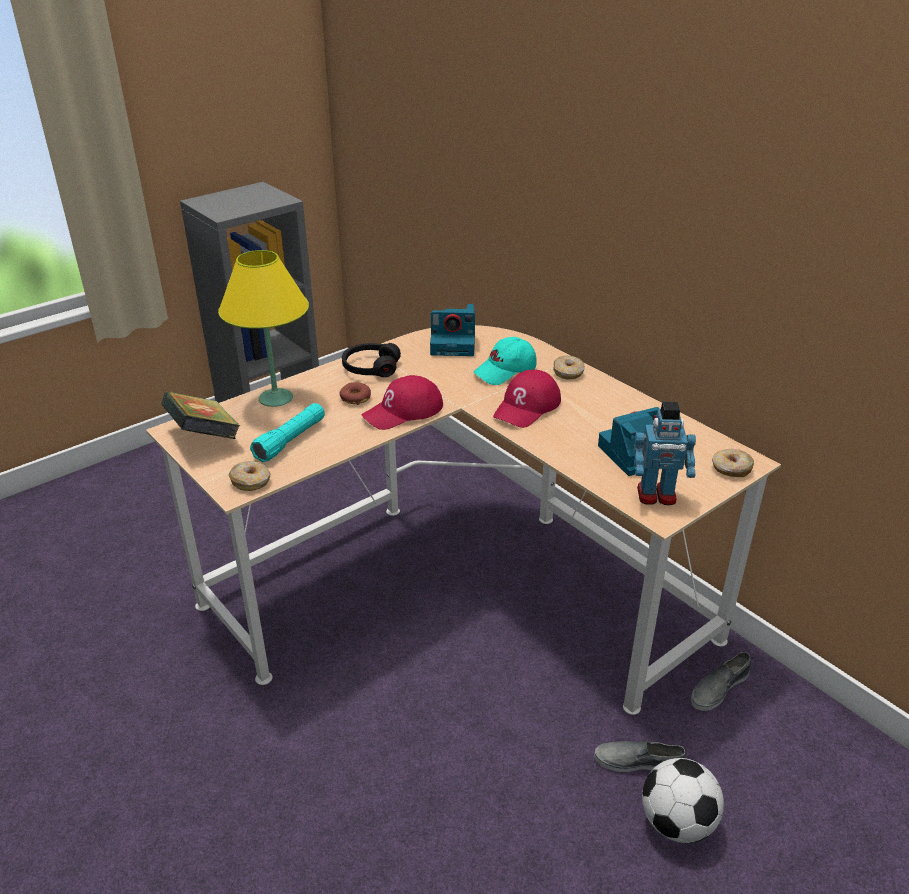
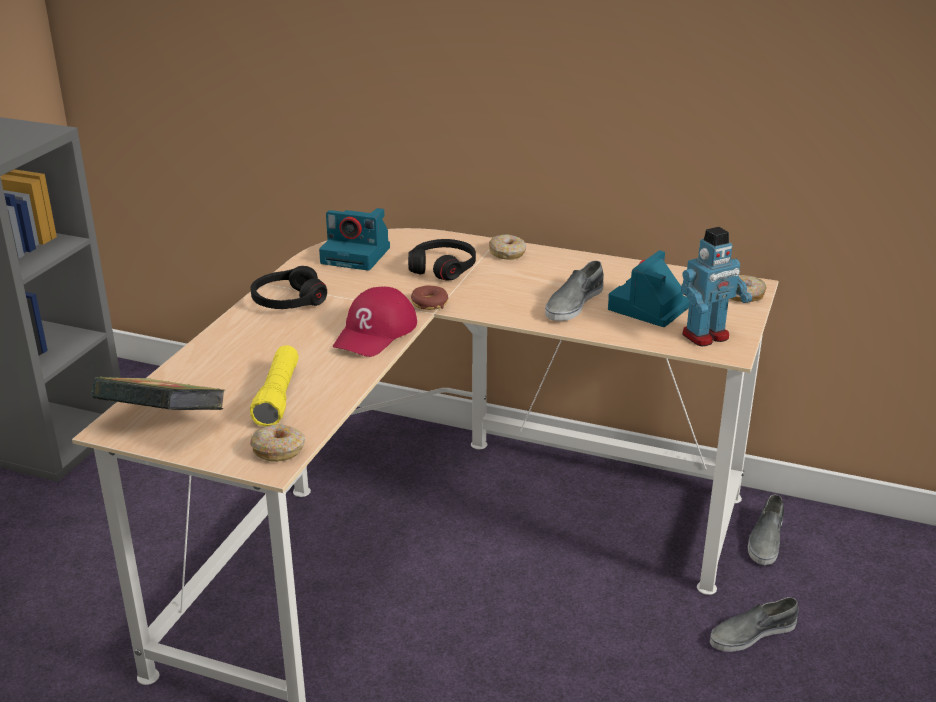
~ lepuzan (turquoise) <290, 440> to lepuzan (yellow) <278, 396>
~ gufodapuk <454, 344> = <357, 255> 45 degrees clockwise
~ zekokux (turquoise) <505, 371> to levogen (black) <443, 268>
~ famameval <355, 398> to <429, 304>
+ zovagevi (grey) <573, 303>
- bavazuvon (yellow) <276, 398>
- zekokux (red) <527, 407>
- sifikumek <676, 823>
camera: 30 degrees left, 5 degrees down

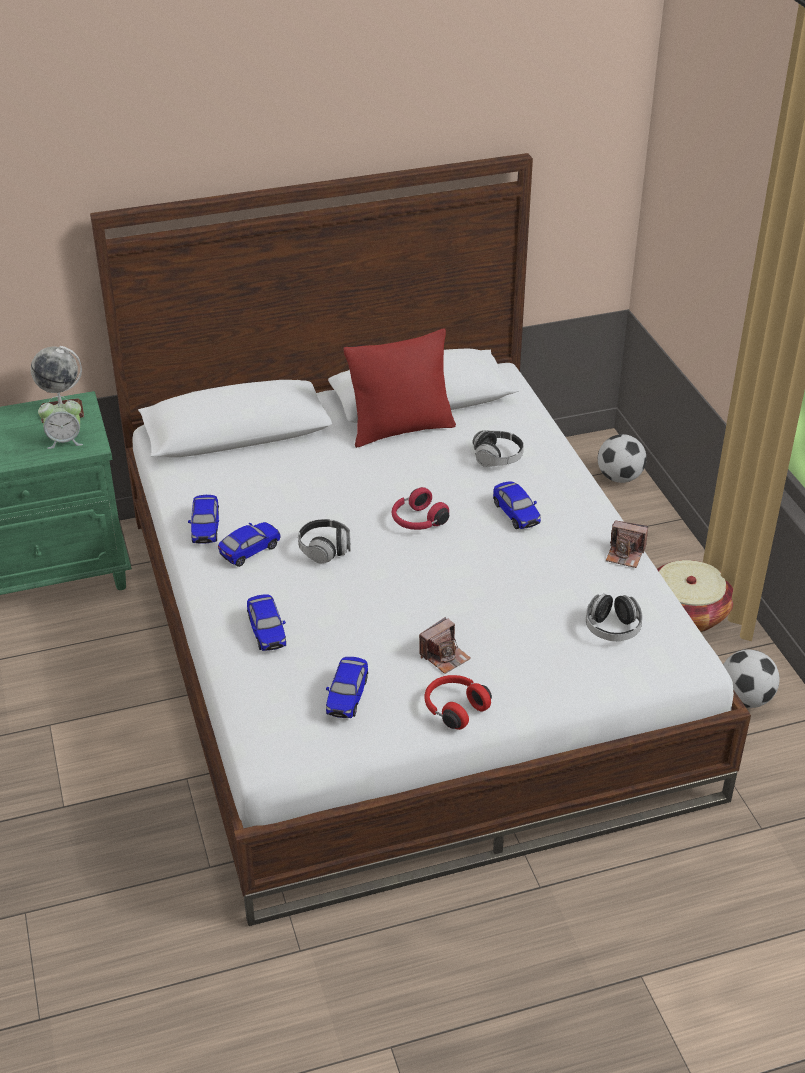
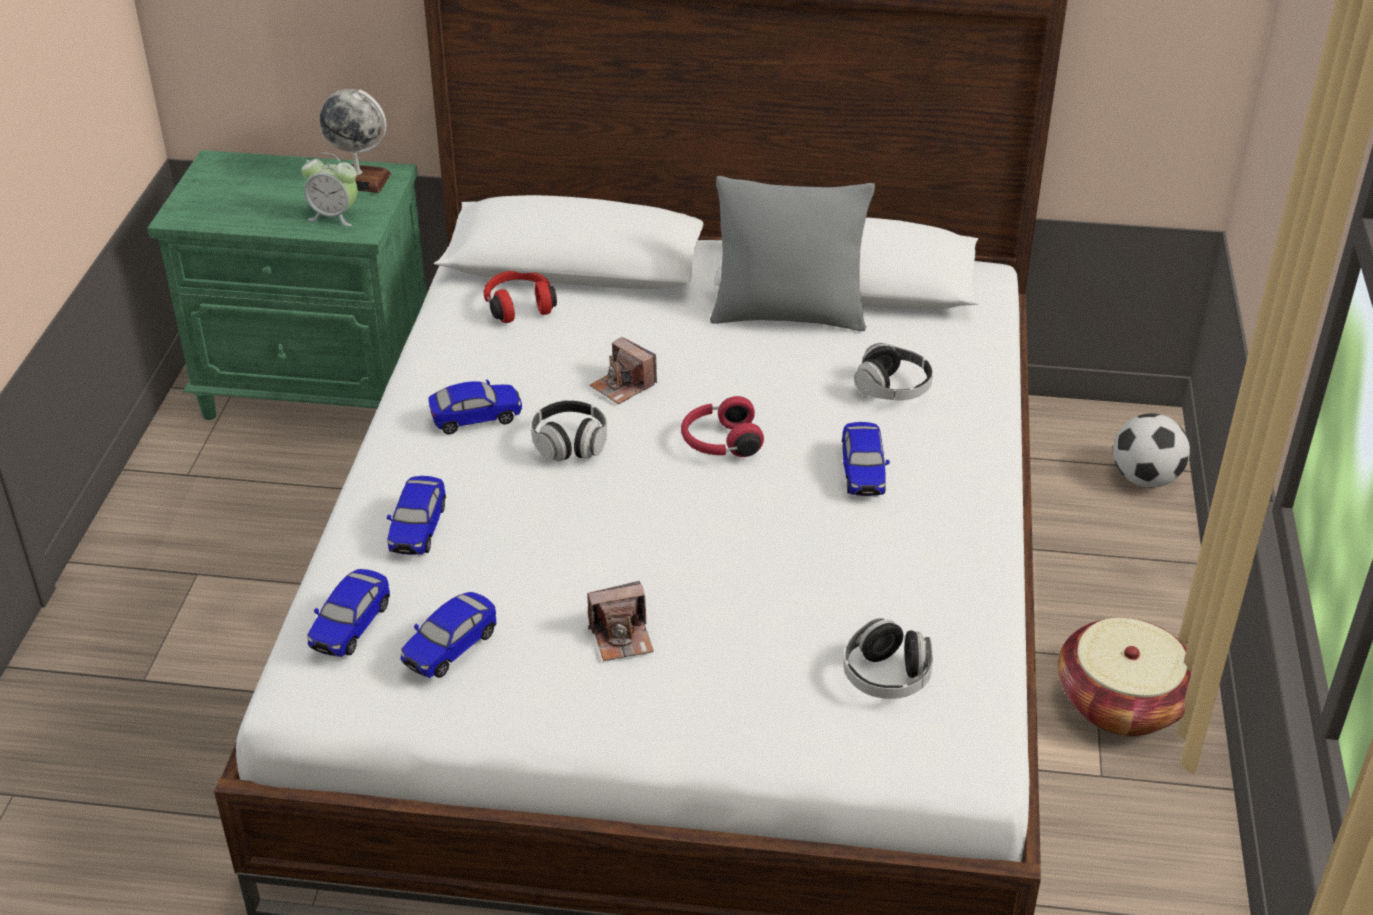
~ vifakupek <205, 528> to <350, 627>
~ levogen (red) <454, 708> to <519, 306>
~ gufodapuk <625, 554> to <623, 386>
~ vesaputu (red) <401, 429> to vesaputu (grey) <788, 315>
- sifikumek <745, 699>
camera: 25 degrees right, 0 degrees up

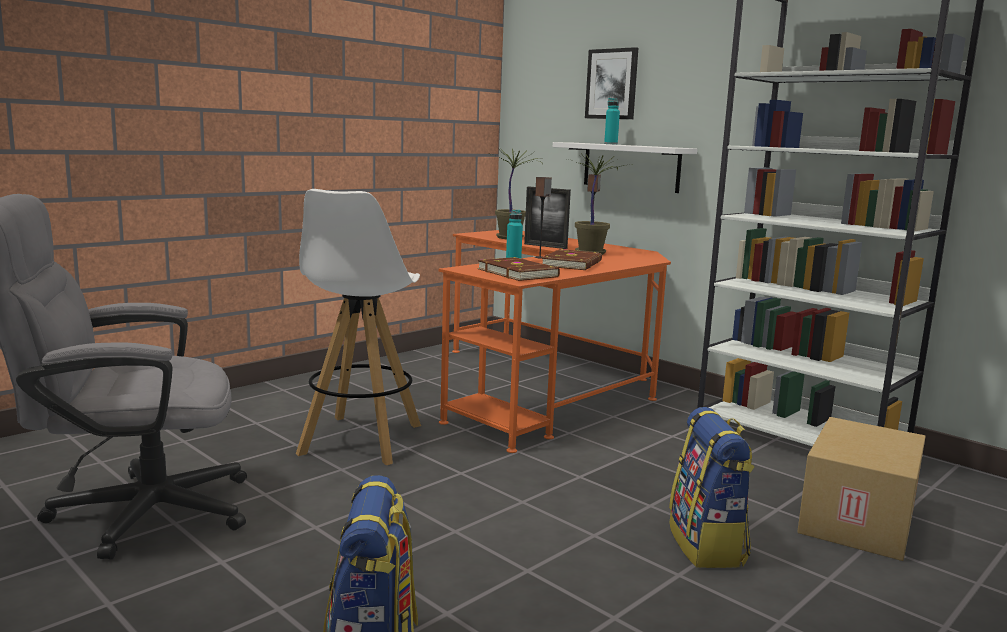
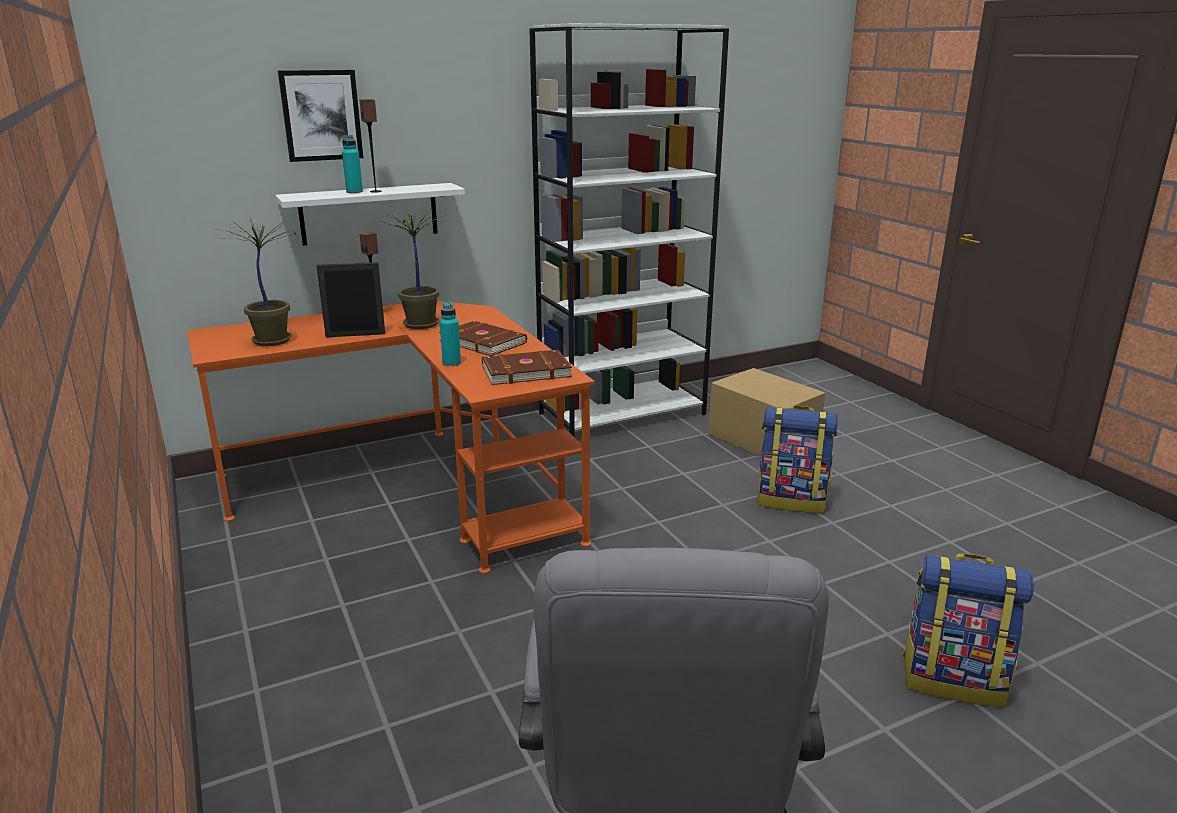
~ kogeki <545, 246> = <355, 335> 150 degrees counterclockwise
~ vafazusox <540, 257> to <376, 191>
- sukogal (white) <360, 440>
camera: 70 degrees left, 10 degrees up

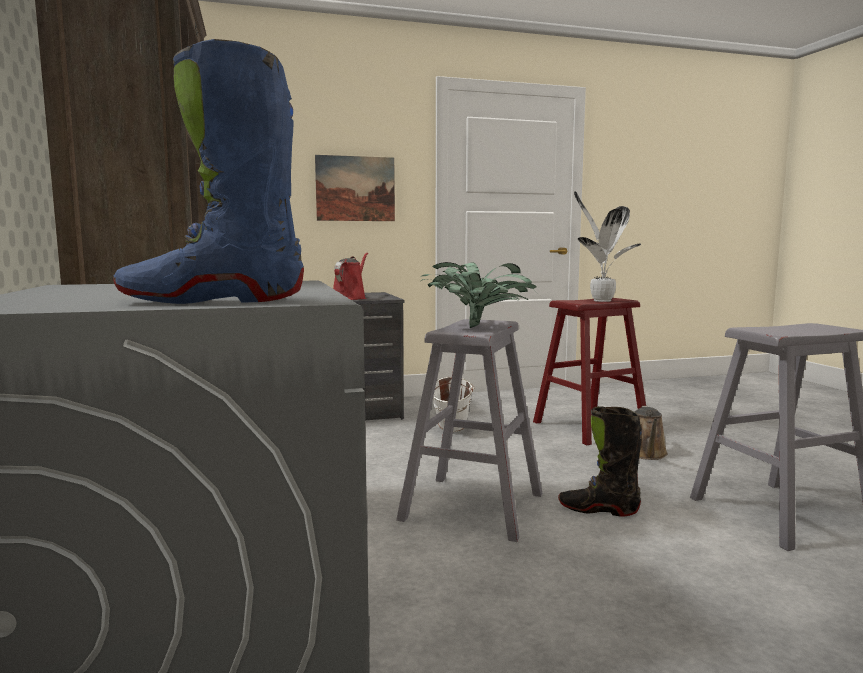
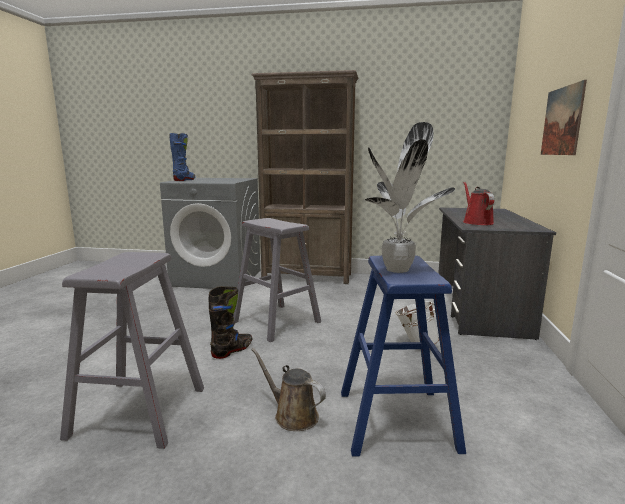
~ sukogal (red) <590, 427> to sukogal (blue) <396, 420>
~ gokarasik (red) <350, 298> = <476, 222> 135 degrees counterclockwise
- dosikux <478, 328>
camera: 115 degrees right, 5 degrees up

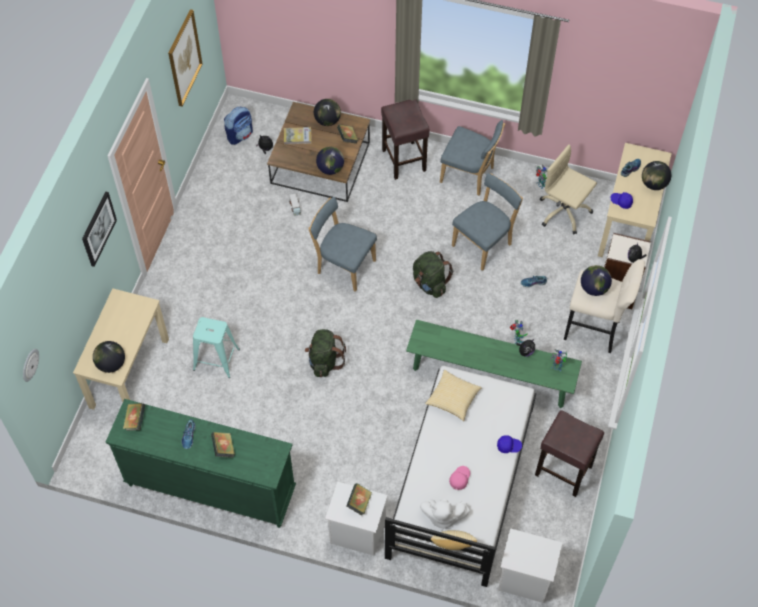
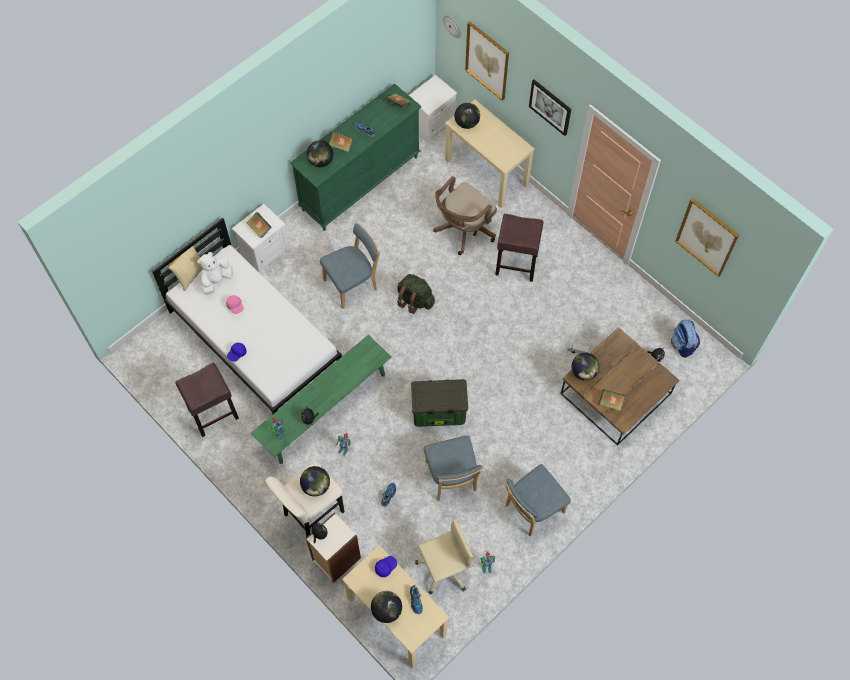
~ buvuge <327, 121> to <321, 161>
~ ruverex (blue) <344, 266> to <353, 284>
~ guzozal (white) <523, 579> to <431, 125>
~ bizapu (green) <430, 283> to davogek <438, 413>
~ sukogal (turquoise) <216, 359> to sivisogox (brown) <463, 230>
+ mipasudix <487, 60>
~ sukogal (brown) <404, 161> to <515, 265>
- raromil <297, 136>
- vesaputu <453, 399>
camera: 120 degrees right, 5 degrees up

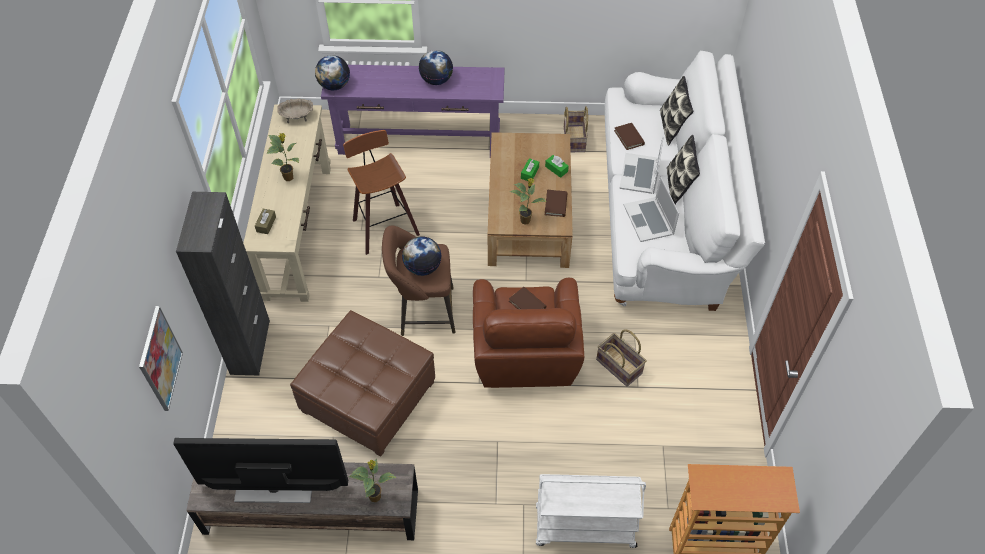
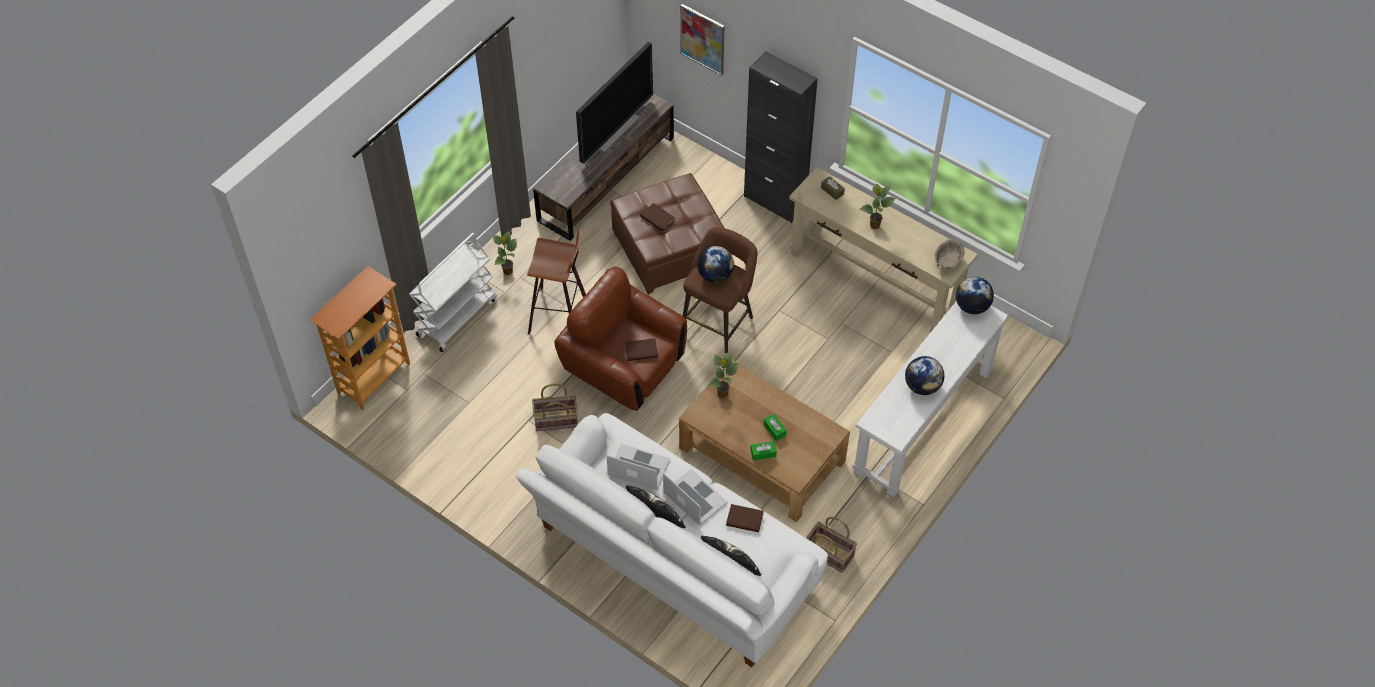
~ dosikux <375, 496> to <508, 272>
~ sukogal <383, 226> to <560, 313>
~ raromil (brown) <556, 204> to <657, 218>
~ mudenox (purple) <419, 141> to mudenox (white) <923, 421>
camera: 125 degrees right, 0 degrees up

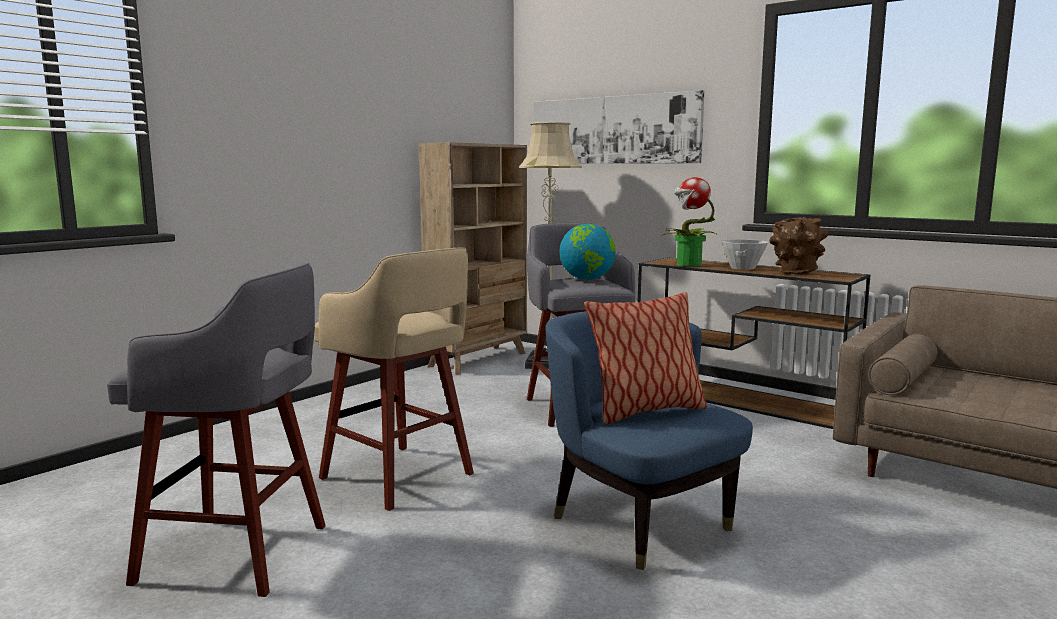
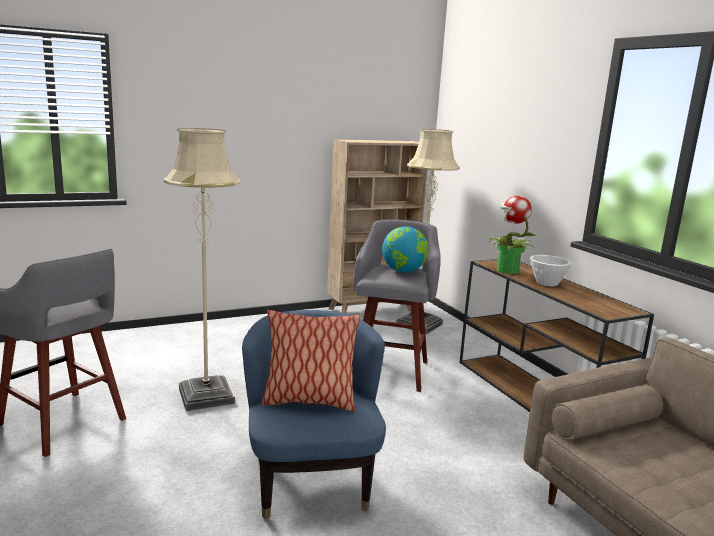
~ sukogal (beige) <400, 477> to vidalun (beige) <206, 396>
- mipasudix <612, 130>
- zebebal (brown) <795, 273>
camera: 25 degrees right, 5 degrees up

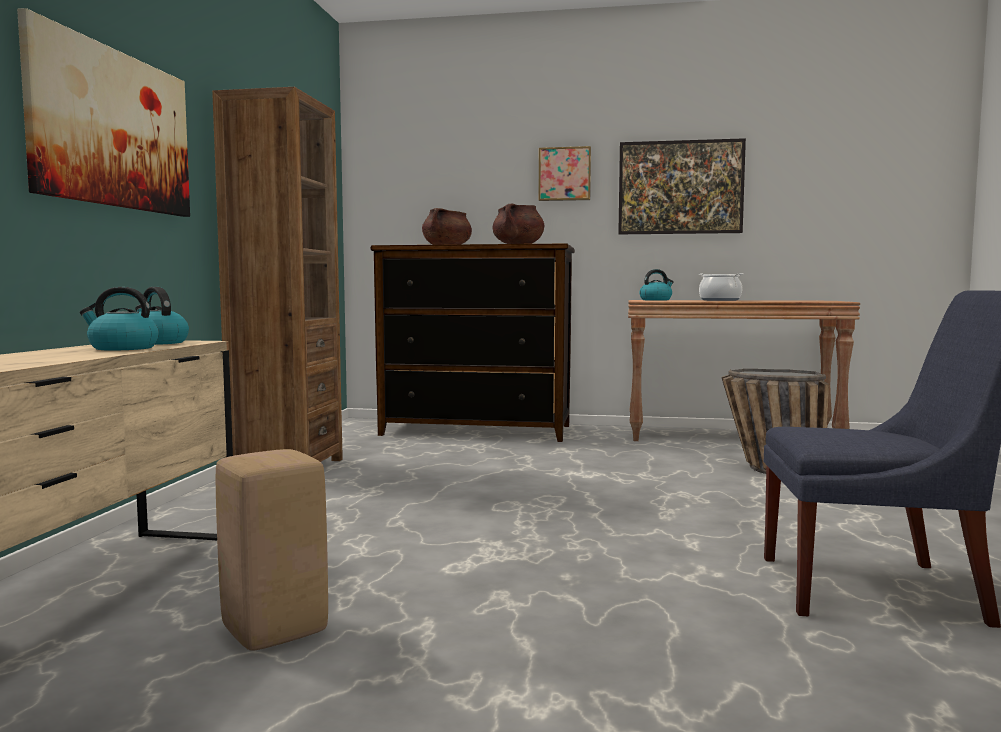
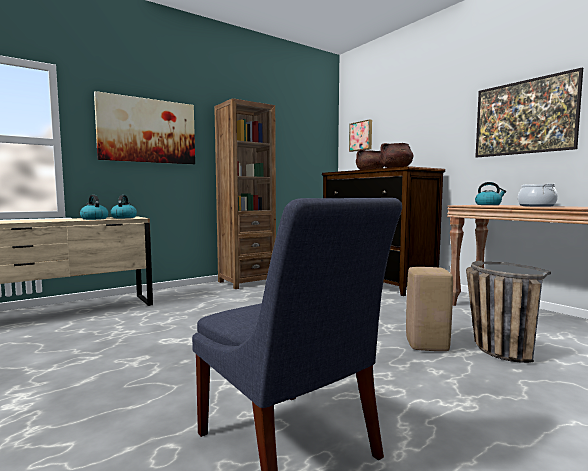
~ mipasudix <564, 174> to <361, 136>
~ sukogal (beige) <272, 630> to <426, 345>
camera: 45 degrees right, 0 degrees up

